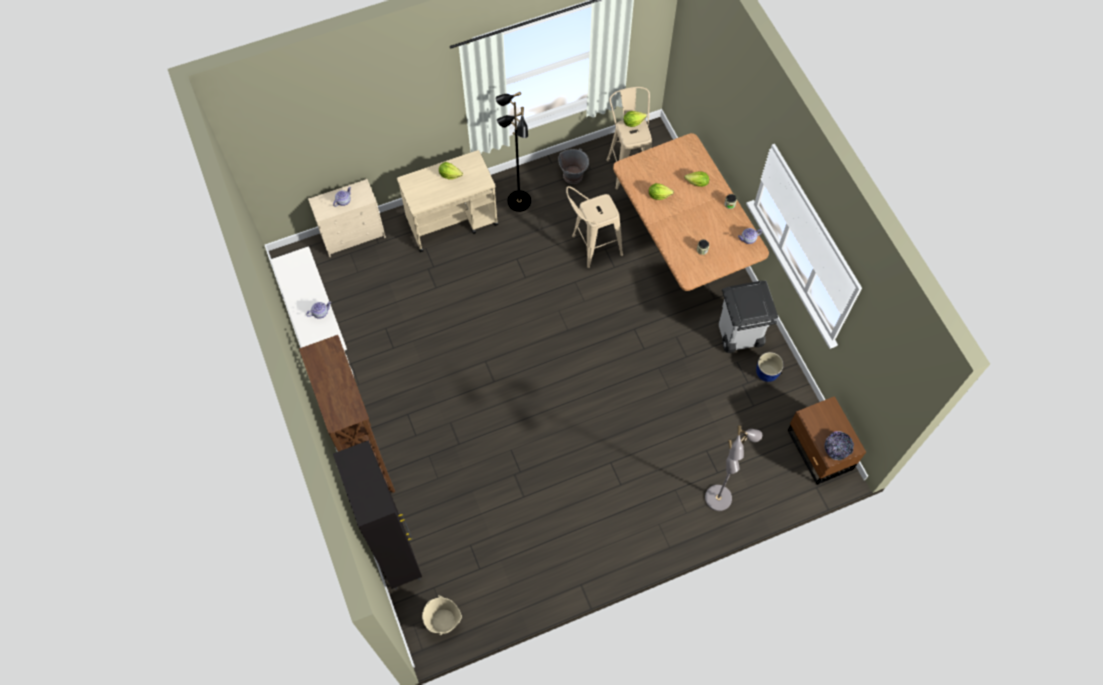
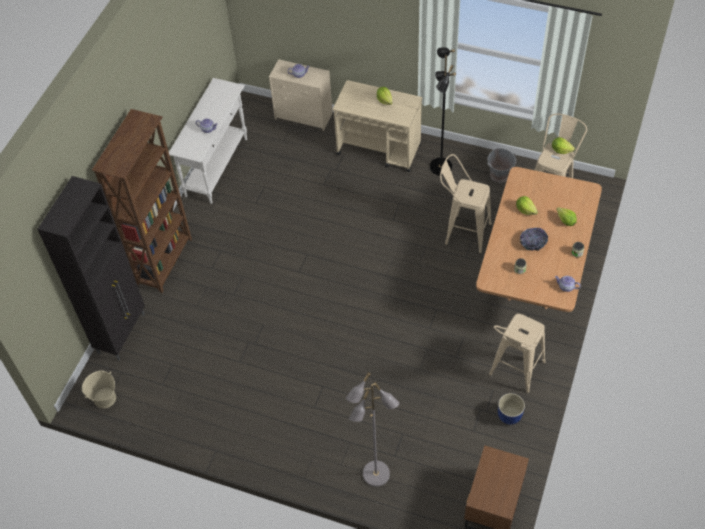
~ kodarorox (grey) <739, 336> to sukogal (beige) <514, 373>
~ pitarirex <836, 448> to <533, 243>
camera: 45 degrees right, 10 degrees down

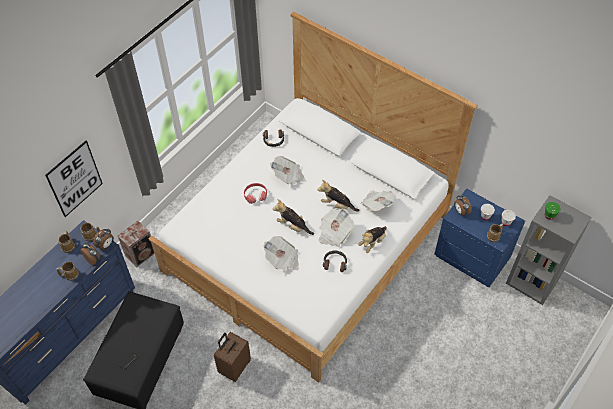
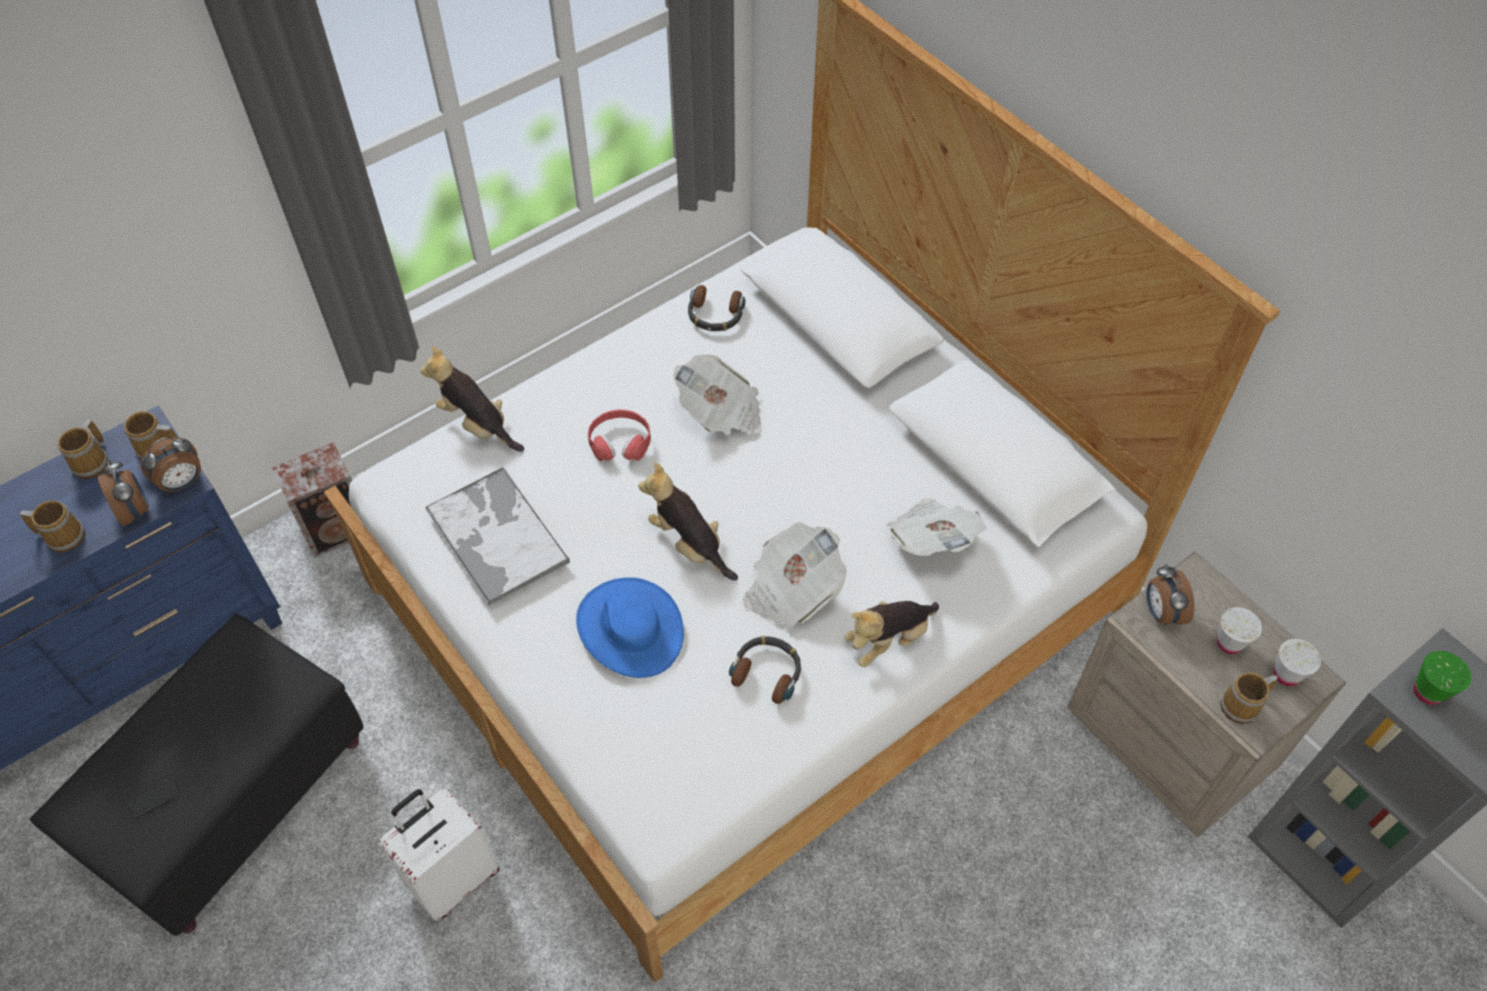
~ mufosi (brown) <234, 367> to mufosi (white) <453, 877>
~ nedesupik <337, 205> to <477, 424>
+ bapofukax <496, 535>
~ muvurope <282, 259> to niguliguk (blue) <630, 628>
~ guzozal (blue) <472, 257> to guzozal (beige) <1171, 739>
- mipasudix <74, 179>
camera: 15 degrees right, 0 degrees up

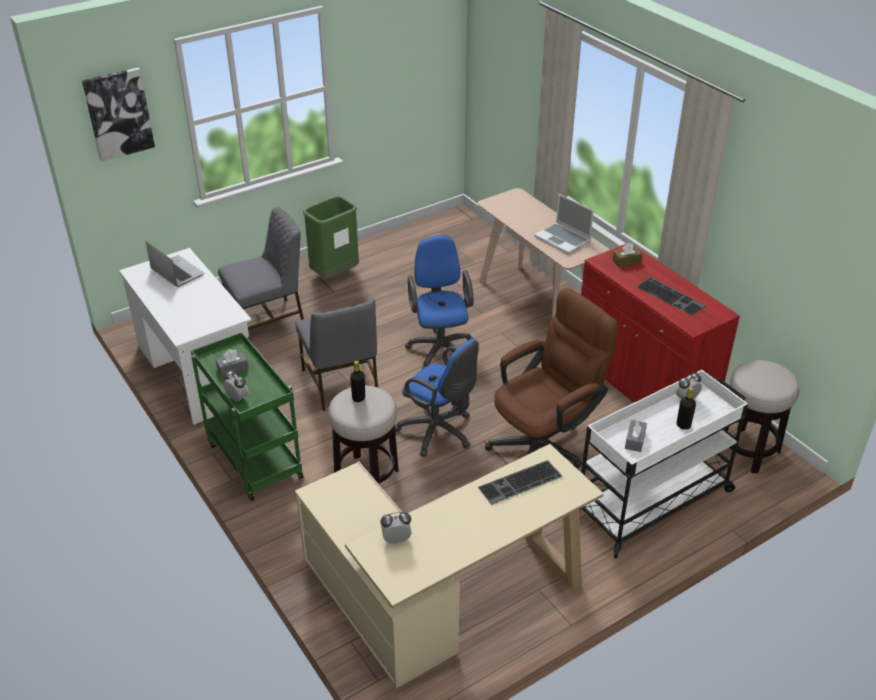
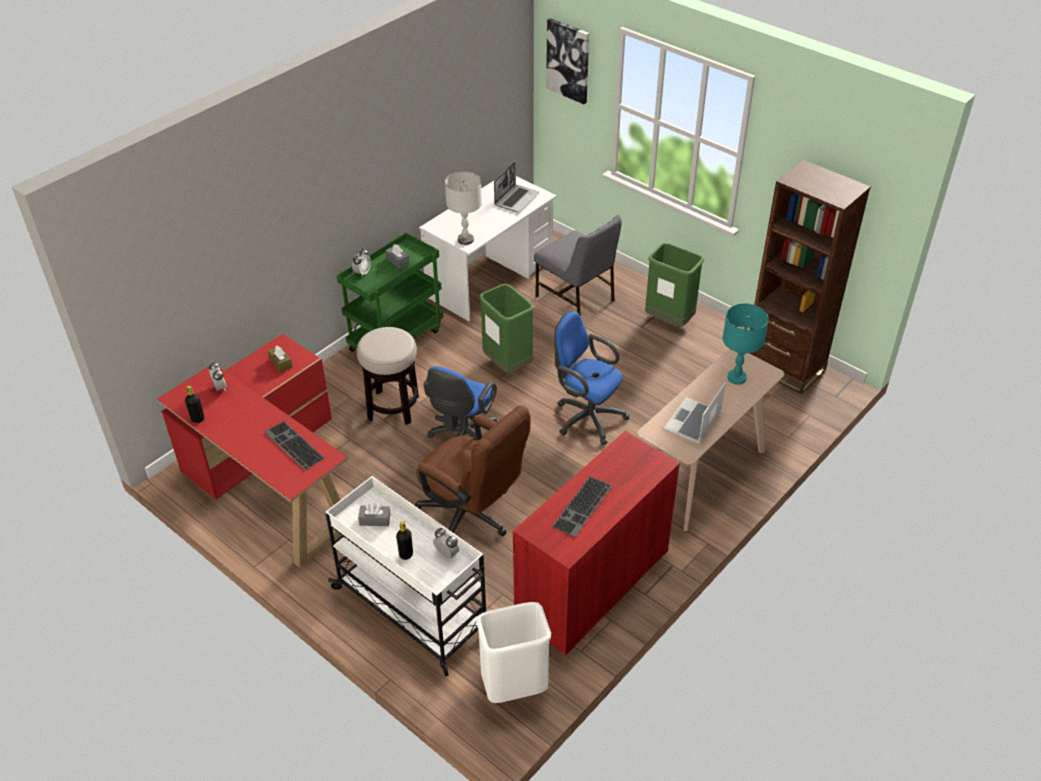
~ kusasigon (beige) <440, 596> to kusasigon (red) <272, 479>
~ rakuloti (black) <358, 398> to <197, 419>
~ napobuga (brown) <626, 261> to <281, 363>
+ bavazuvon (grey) <465, 240>
~ sukogal <747, 451> to kodarorox (white) <514, 688>
~ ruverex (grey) <341, 384> to kodarorox (green) <507, 364>
~ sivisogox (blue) <440, 348> = <586, 417> 120 degrees counterclockwise
+ bavazuvon (turquoise) <736, 378>
+ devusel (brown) <784, 367>
camera: 75 degrees right, 5 degrees up

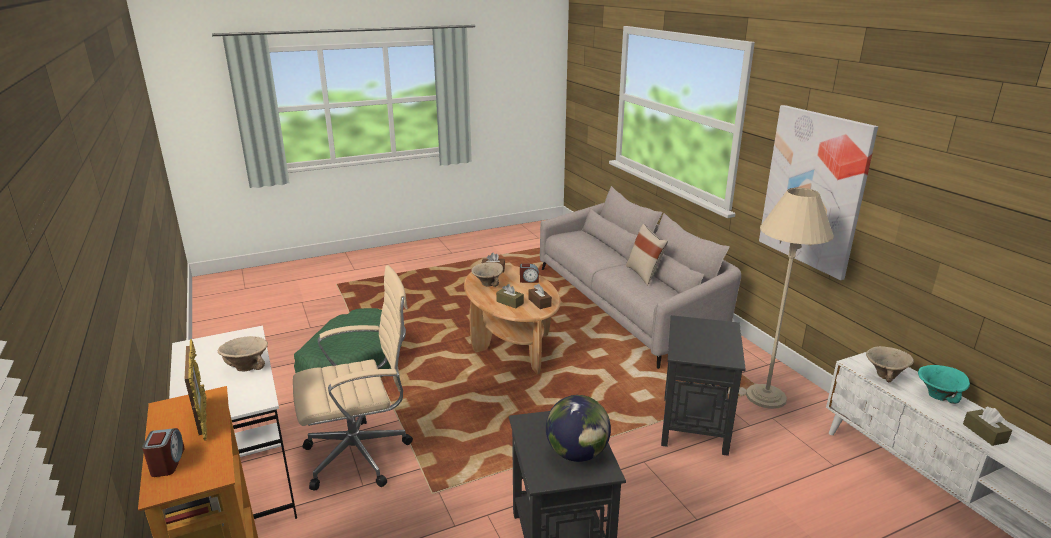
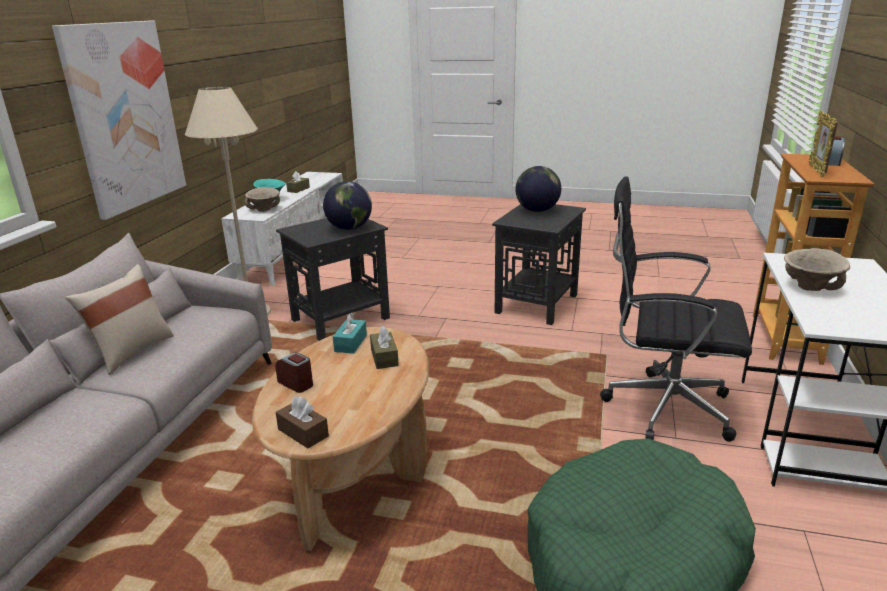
+ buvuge <349, 228>
~ napobuga (brown) <539, 302> to napobuga (turquoise) <350, 343>
~ sivisogox (beige) <362, 455> to sivisogox (black) <662, 408>
- pitarirex (beige) <487, 284>
camera: 140 degrees left, 0 degrees up

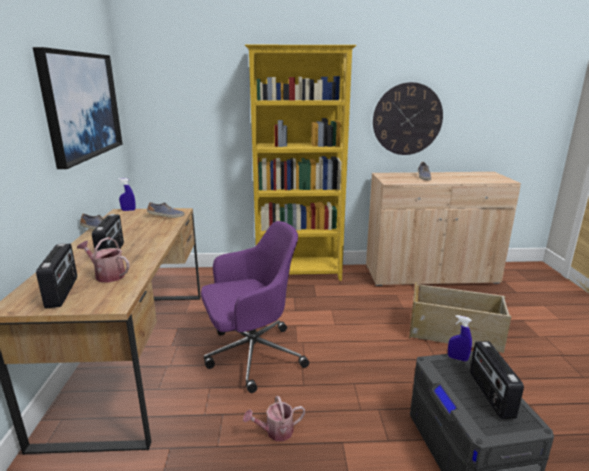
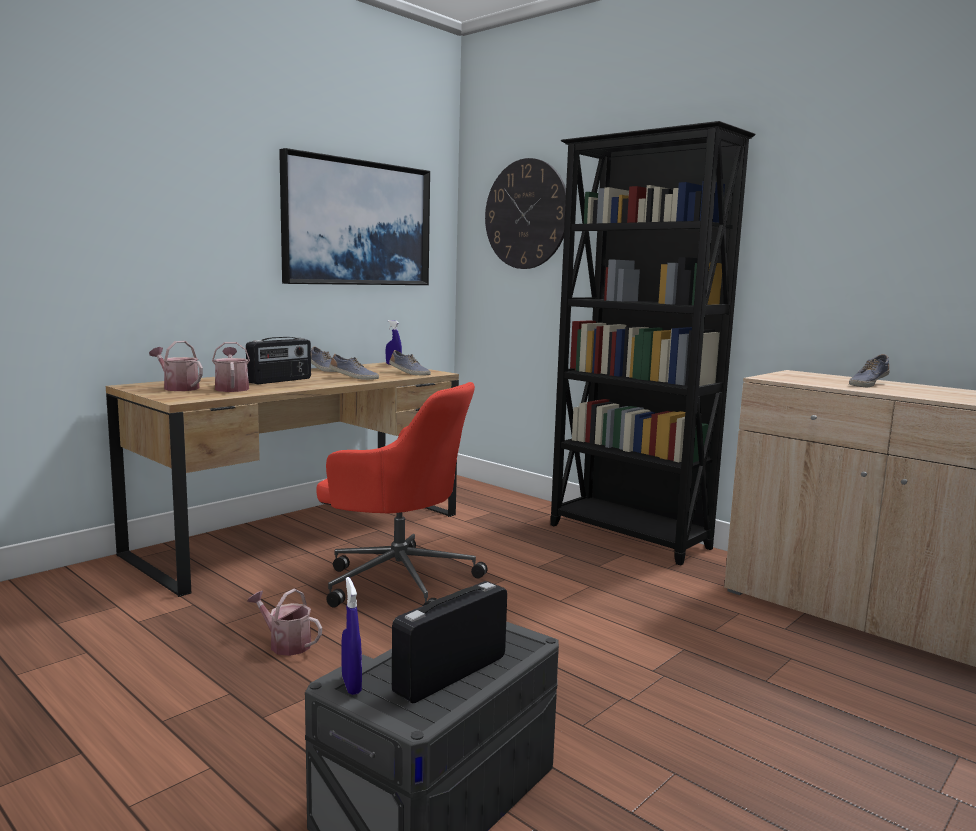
~ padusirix <63, 292> to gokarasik <178, 388>
~ sivisogox (purple) <251, 355> to sivisogox (red) <398, 580>
+ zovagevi <353, 378>
~ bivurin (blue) <457, 358> to <351, 685>
~ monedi <407, 119> to <526, 214>
~ devusel (yellow) <299, 274> to devusel (black) <629, 537>
- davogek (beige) <455, 333>
camera: 45 degrees right, 10 degrees down

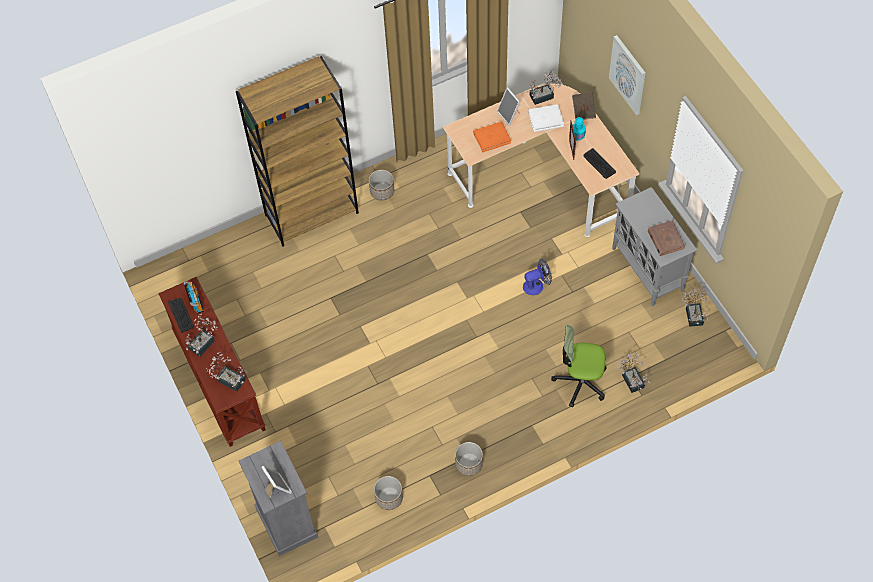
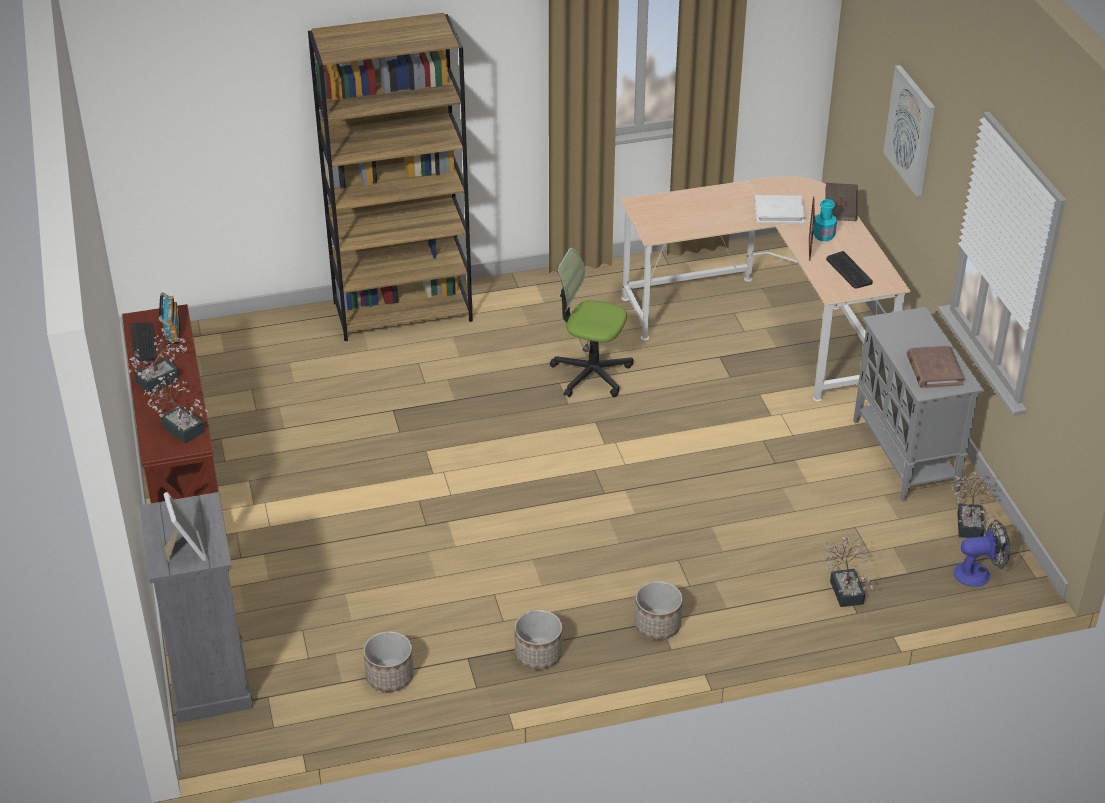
~ sivisogox <580, 382> to <591, 374>
~ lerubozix <382, 191> to <657, 625>
~ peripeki <536, 285> to <978, 573>
- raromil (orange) <492, 137>
- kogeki <509, 115>
- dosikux <544, 96>
camera: 10 degrees right, 20 degrees down

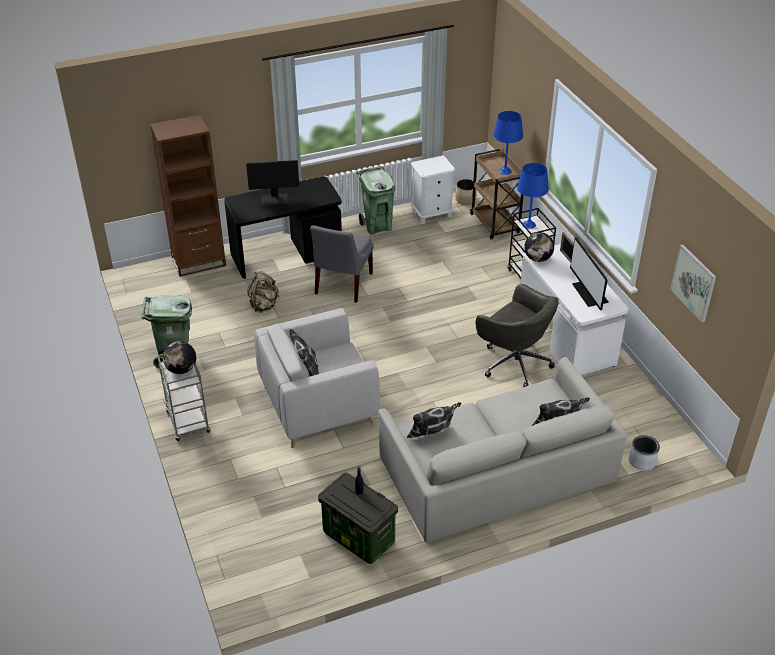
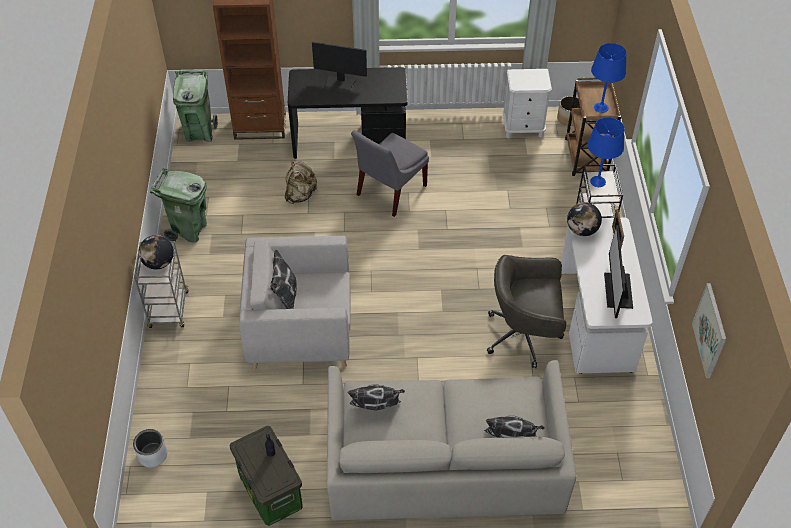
~ lerubozix (grey) <642, 461> to <152, 455>
~ kodarorox (green) <377, 226> to <199, 132>
~ sivisogox (grey) <514, 362> = <524, 335> 120 degrees clockwise
camera: 20 degrees right, 10 degrees up

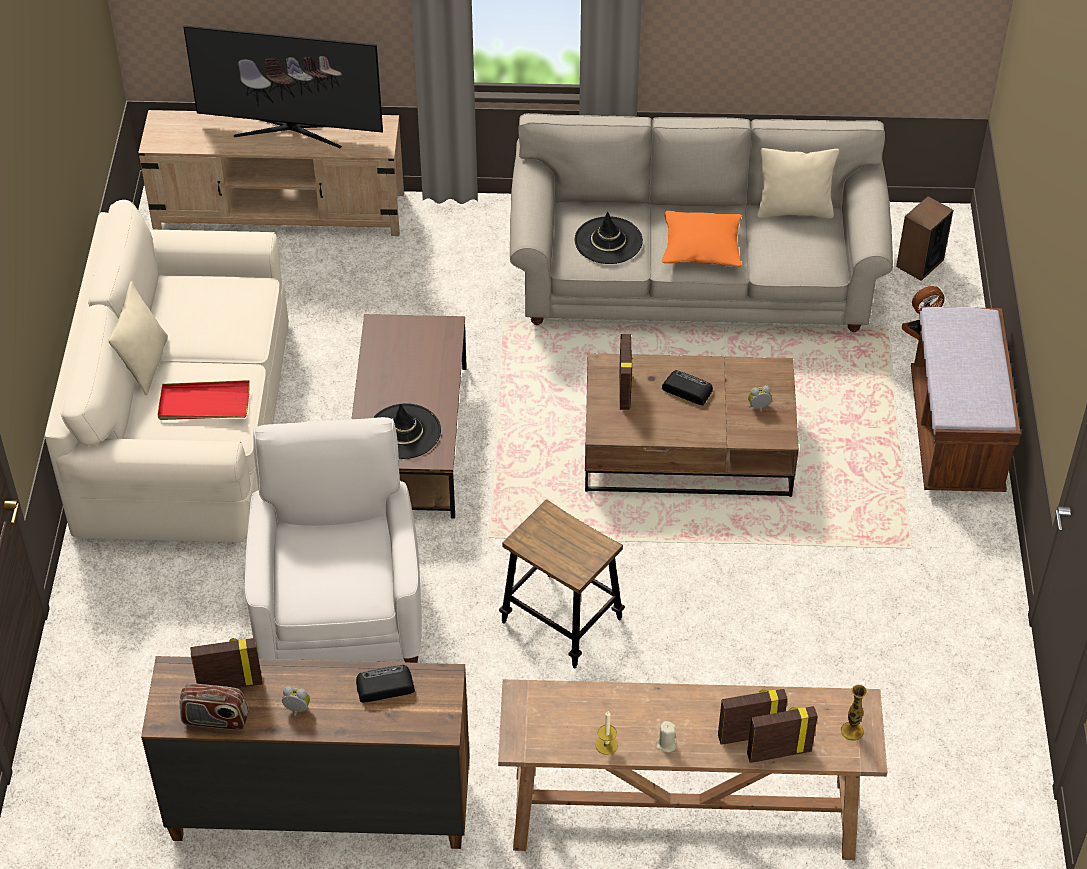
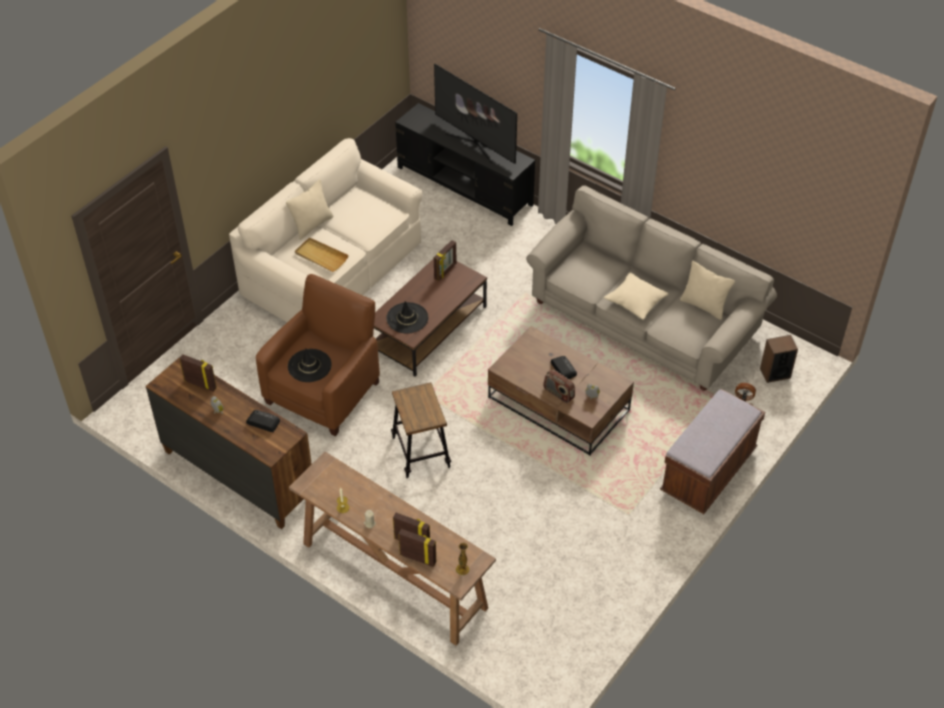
~ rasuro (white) <339, 612> to rasuro (brown) <323, 391>
~ niguliguk (black) <608, 241> to <309, 366>
~ bapofukax (red) <204, 404> to bapofukax (beige) <321, 256>
~ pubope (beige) <280, 212> to pubope (black) <465, 186>
~ kogeki <625, 390> to <445, 271>
~ padusirix <215, 720> to <558, 393>
~ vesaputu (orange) <701, 248> to vesaputu (beige) <635, 301>
camera: 35 degrees right, 0 degrees up

